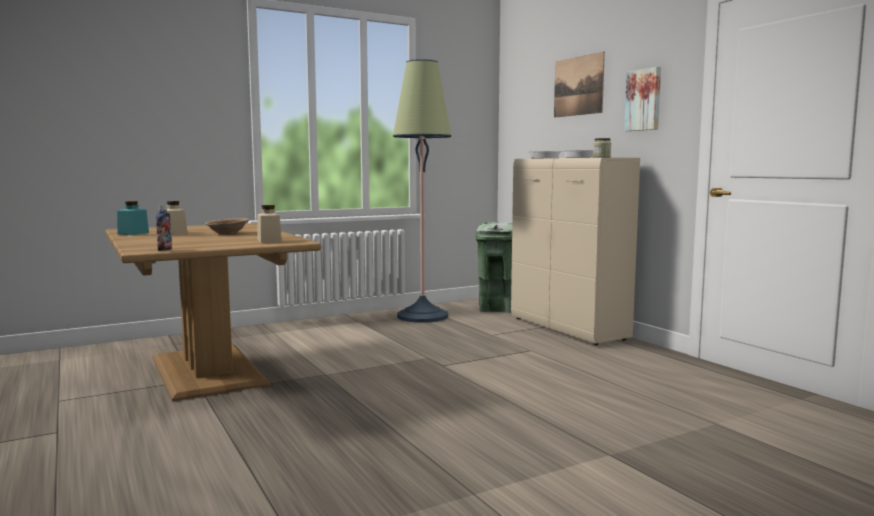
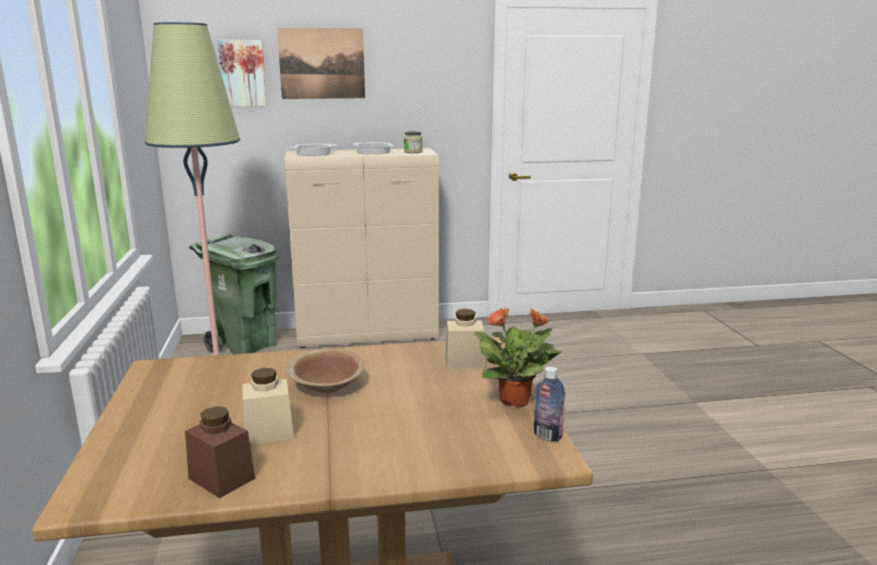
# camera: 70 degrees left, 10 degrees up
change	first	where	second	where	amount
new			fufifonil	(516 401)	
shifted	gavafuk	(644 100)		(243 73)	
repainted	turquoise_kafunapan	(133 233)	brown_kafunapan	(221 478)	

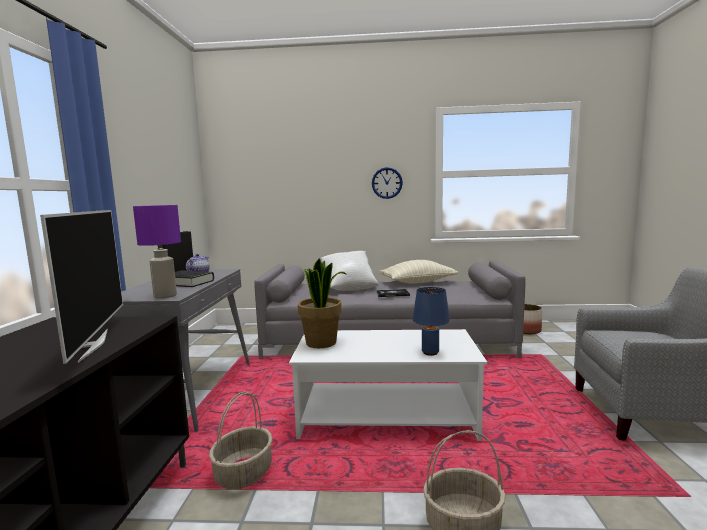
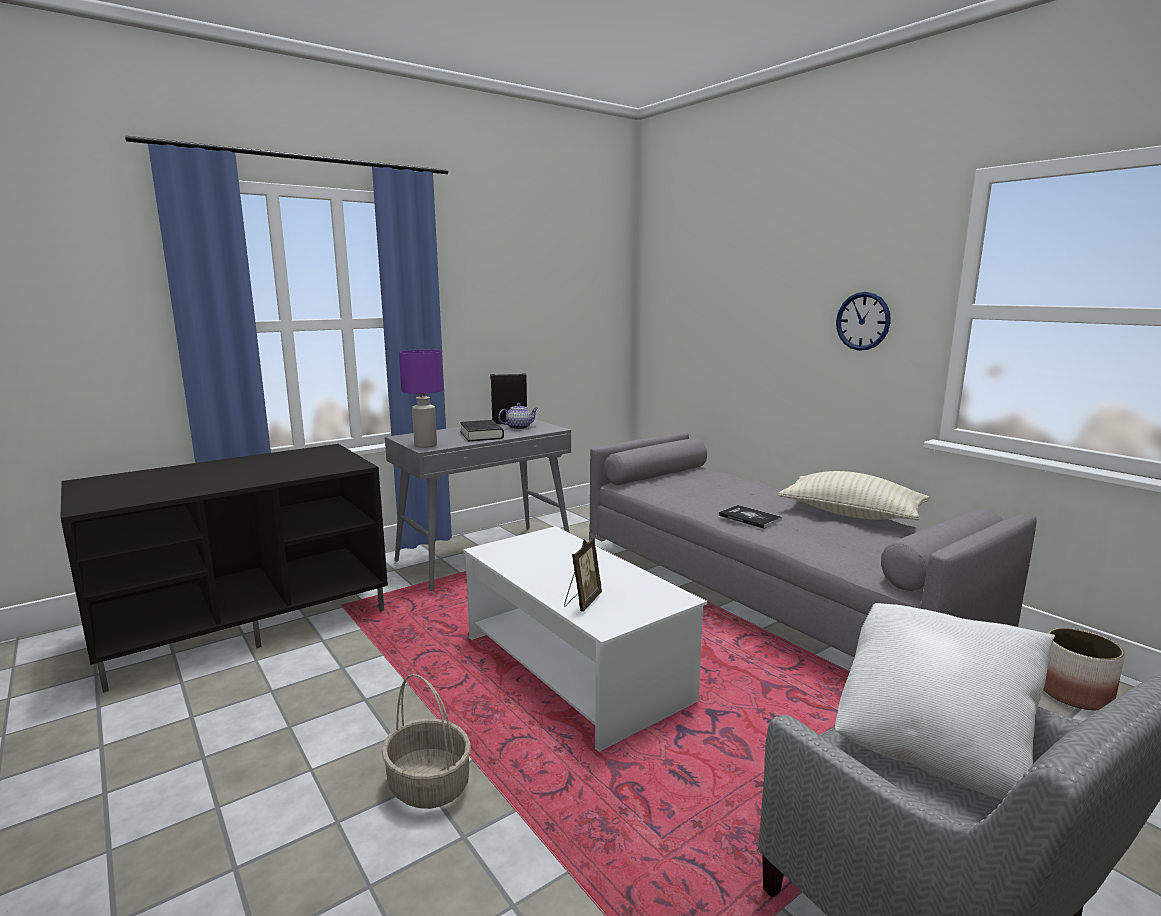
# camera: 50 degrees right, 5 degrees up
change	first	where	second	where	amount
gone	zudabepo	(92 345)			
gone	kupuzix	(243 473)			
gone	fufifonil	(322 343)			
shifted	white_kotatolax	(348 288)		(933 743)	
swapped	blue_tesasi	(430 352)	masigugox	(582 602)	

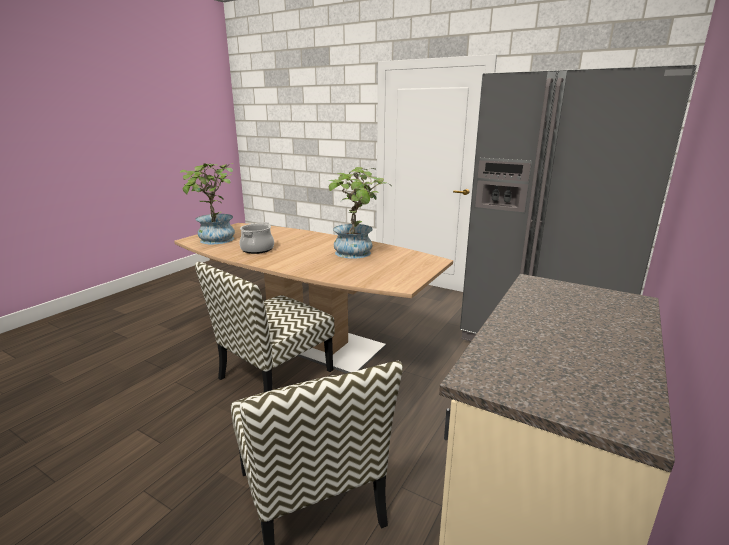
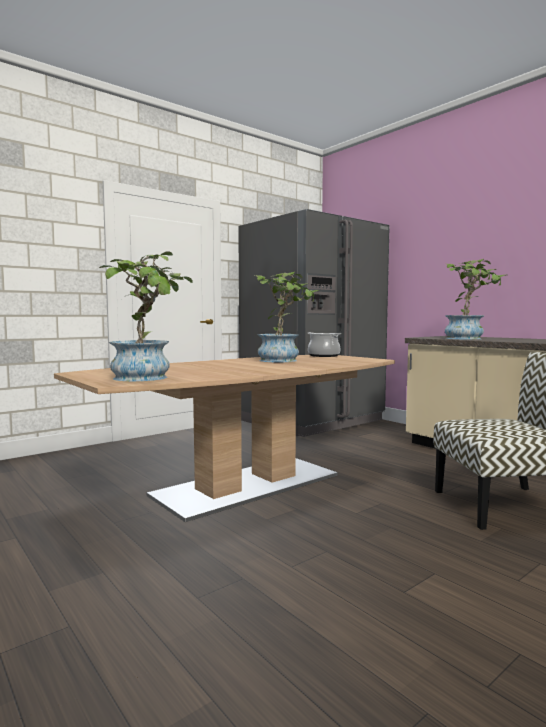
# camera: 70 degrees left, 15 degrees down
change	first	where	second	where	amount
gone	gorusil	(275 375)			
new			fufifonil	(469 338)	
shifted	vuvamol	(257 249)		(323 355)	

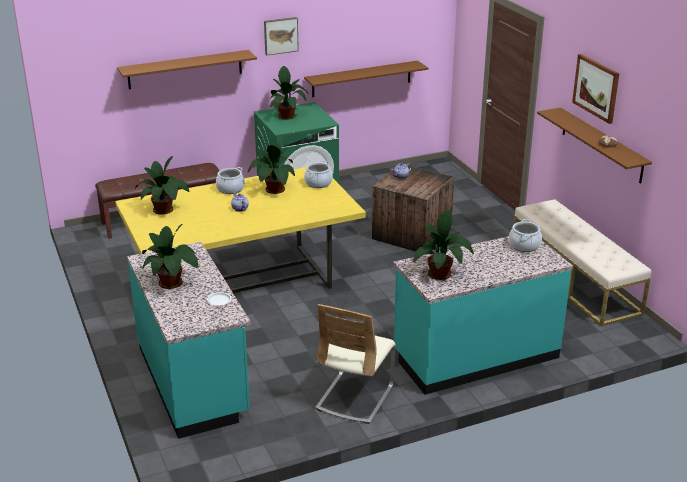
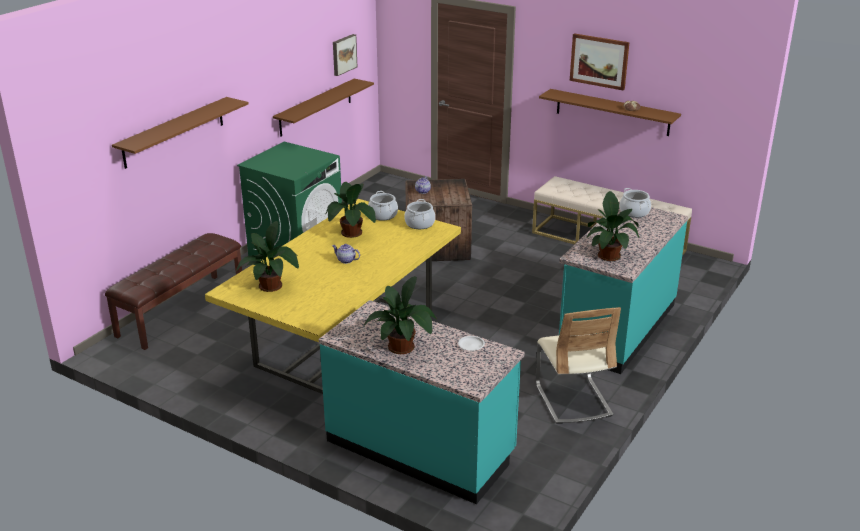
# camera: 35 degrees left, 0 degrees up
change	first	where	second	where	amount
gone	fufifonil	(287 115)			
shifted	vuvamol	(230 189)		(420 224)	
shifted	gavafuk	(280 35)		(343 54)	

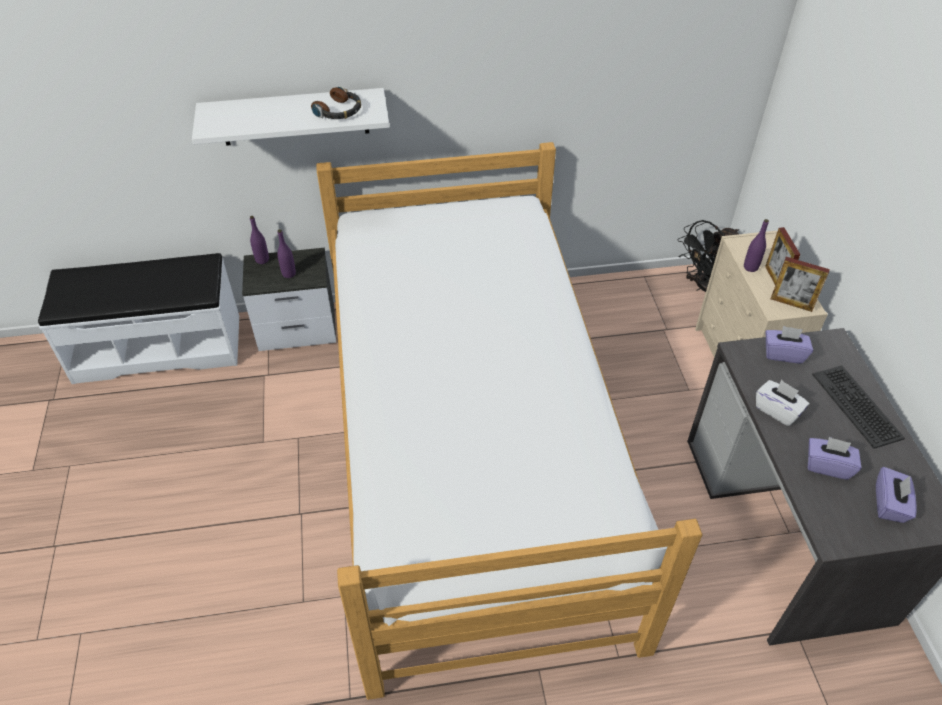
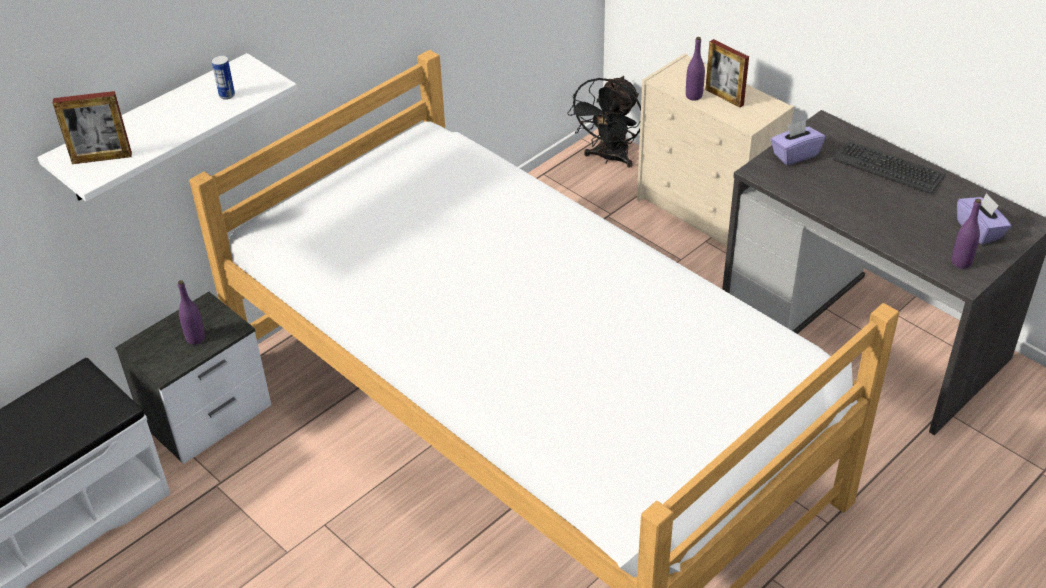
# camera: 35 degrees left, 5 degrees down
change	first	where	second	where	amount
gone	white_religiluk	(777 410)			
gone	purple_religiluk	(827 465)			
shifted	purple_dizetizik	(262 260)		(961 262)	
shifted	masigugox	(791 303)		(102 158)	
swapped	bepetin	(339 111)	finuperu	(227 95)	

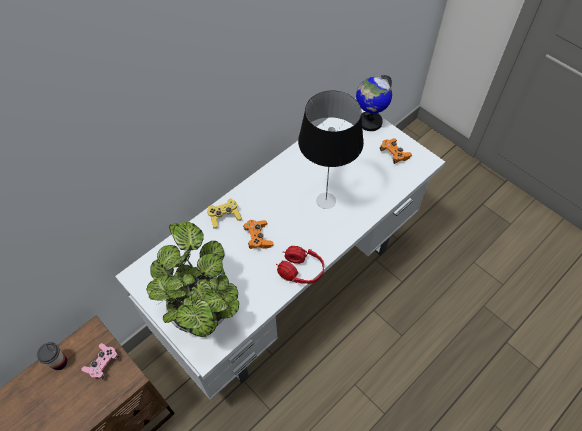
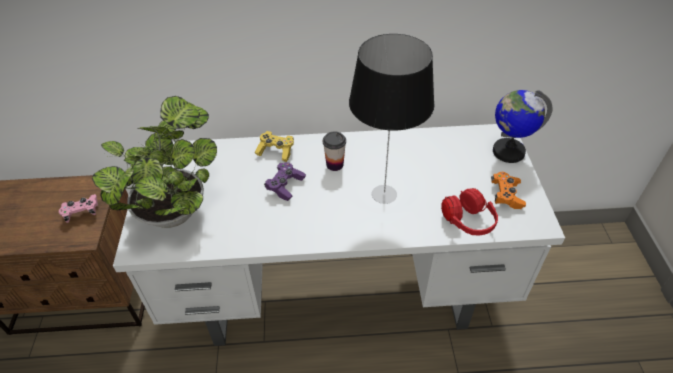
# camera: 40 degrees right, 10 degrees down
change	first	where	second	where	amount
shifted	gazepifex	(59 362)		(334 165)	
shifted	red_bepetin	(300 271)		(467 222)	
repainted	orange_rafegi	(258 238)	purple_rafegi	(285 186)	

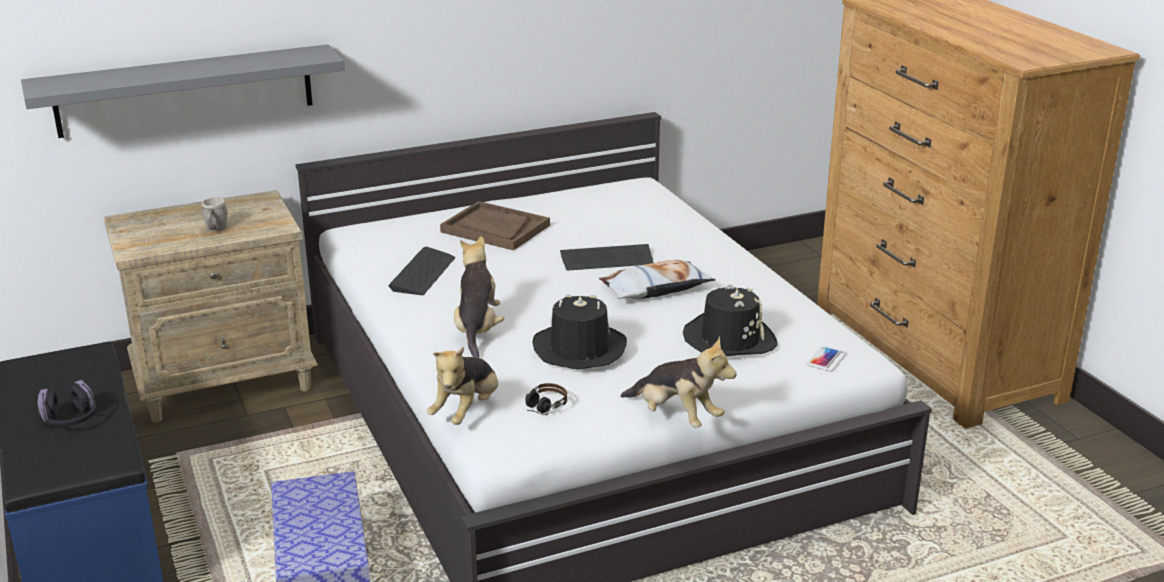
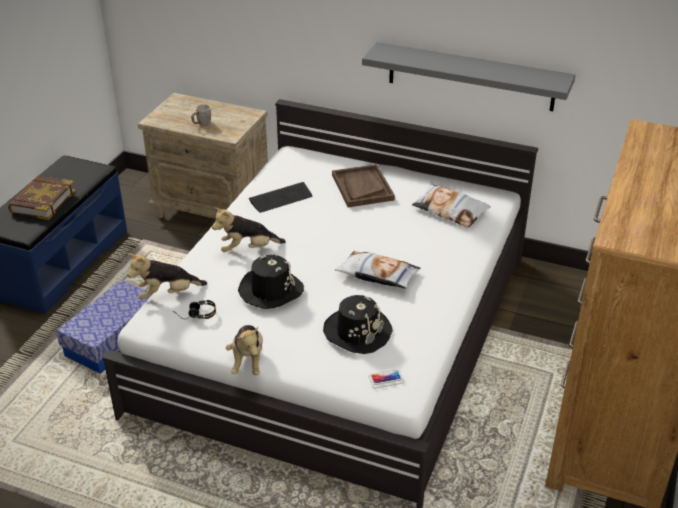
# camera: 45 degrees right, 10 degrees up
change	first	where	second	where	amount
gone	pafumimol	(606 259)			
new			kotatolax	(450 210)	
shifted	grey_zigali	(185 91)		(471 77)	
swapped	bepetin	(71 420)	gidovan	(42 202)	
rotated	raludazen	(477 330)		(248 249)	150 degrees counterclockwise

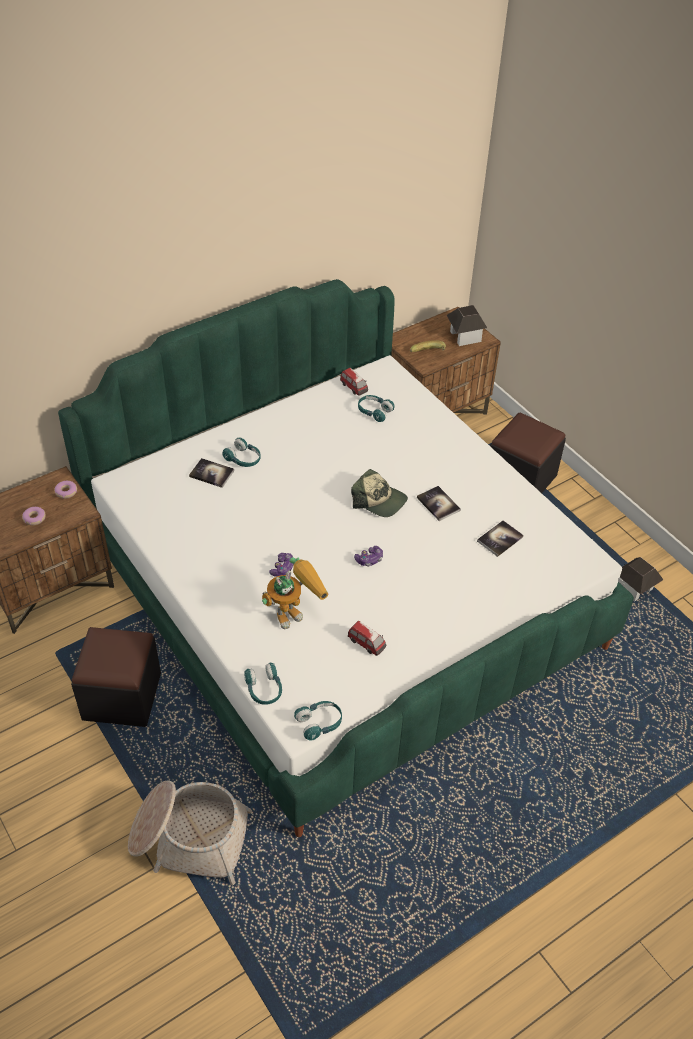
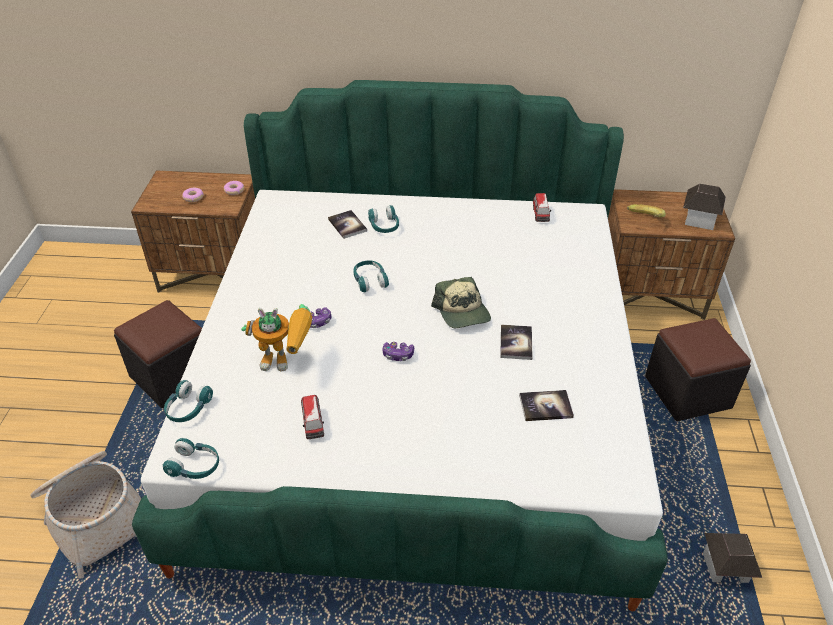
# camera: 40 degrees right, 5 degrees down
change	first	where	second	where	amount
shifted	turquoise_bepetin	(374 412)		(370 281)	

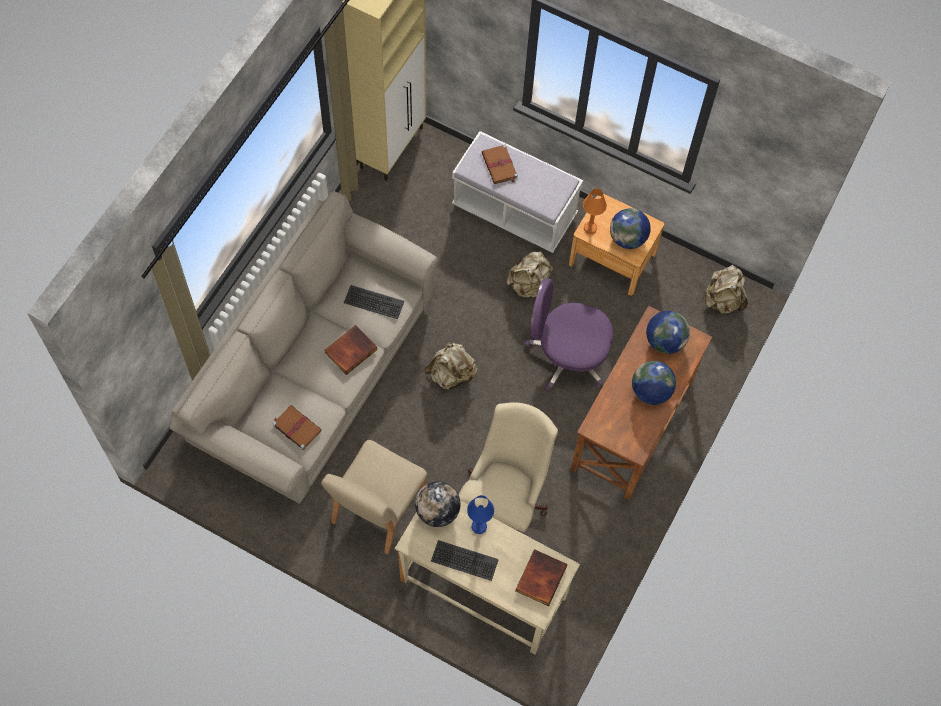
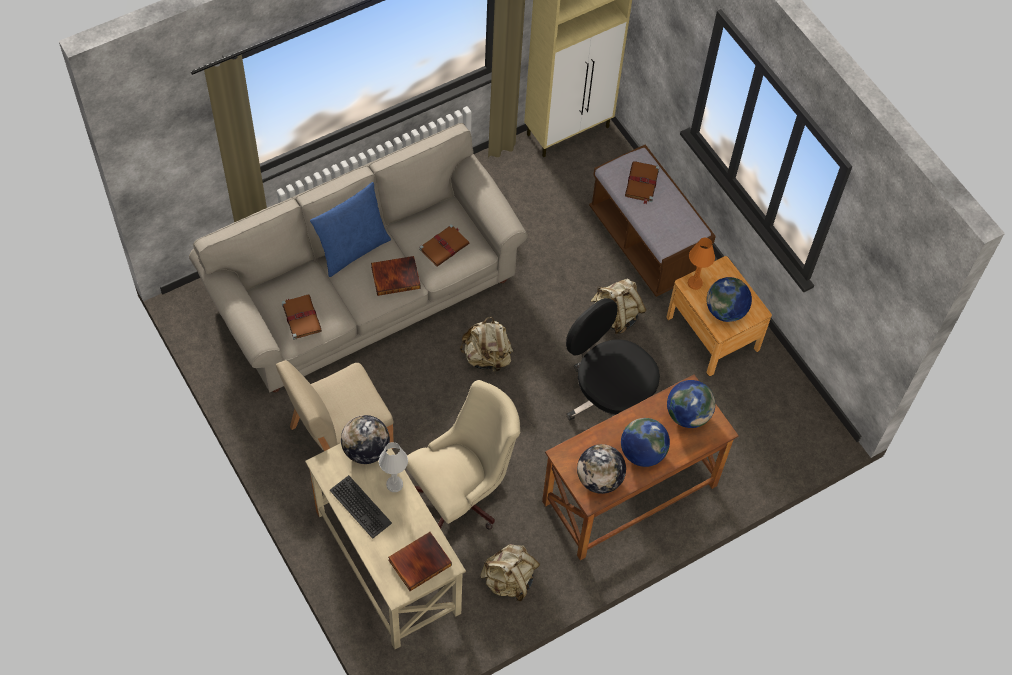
# camera: 30 degrees right, 5 degrees down
change	first	where	second	where	amount
new			blue_kotatolax	(352 249)	
new			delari	(599 479)	
shifted	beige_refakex	(722 300)		(509 580)	
swapped	pafumimol	(373 302)	brown_gidovan	(444 246)	
repainted	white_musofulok	(514 211)	brown_musofulok	(646 243)	
repainted	blue_tesasi	(479 526)	white_tesasi	(394 484)	
repainted	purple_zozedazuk	(567 356)	black_zozedazuk	(609 397)	

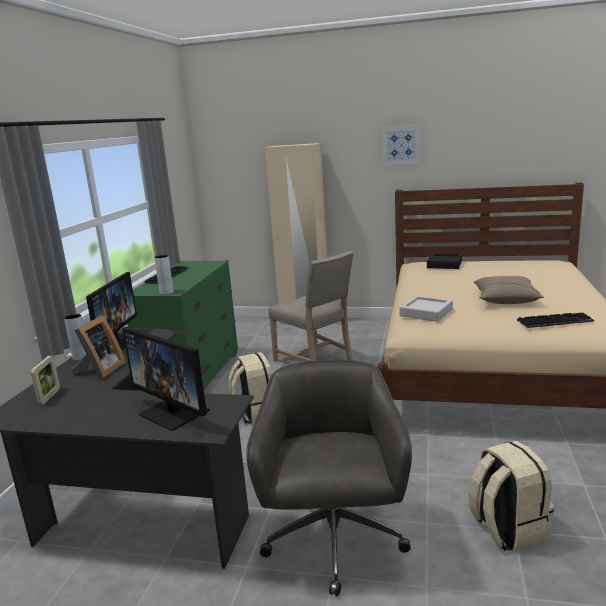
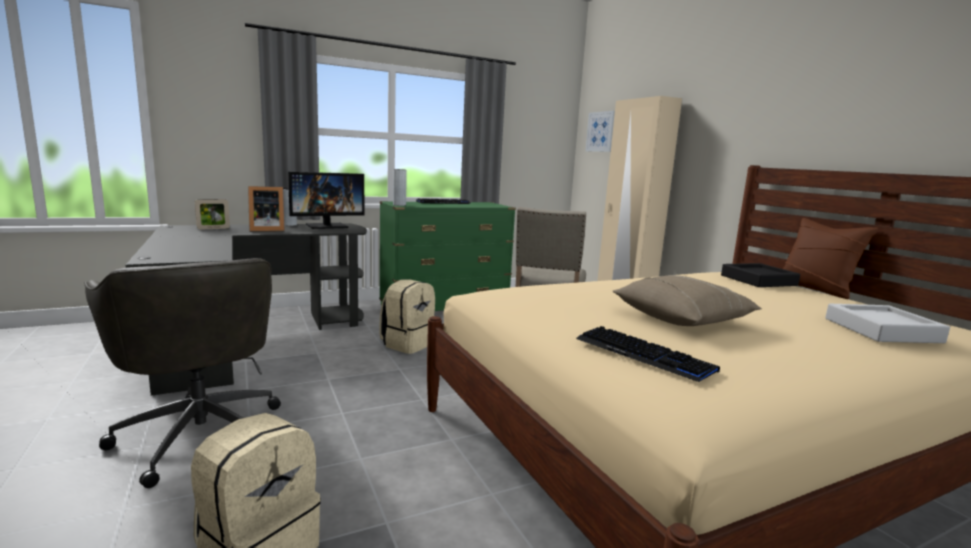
# camera: 50 degrees right, 5 degrees down
change	first	where	second	where	amount
gone	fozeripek	(174 412)			
new			brown_kotatolax	(815 289)	
shifted	gavafuk	(401 144)		(601 131)	
shifted	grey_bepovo	(426 312)		(881 330)	
rotated	grey_zozedazuk	(334 541)		(201 433)	90 degrees clockwise

